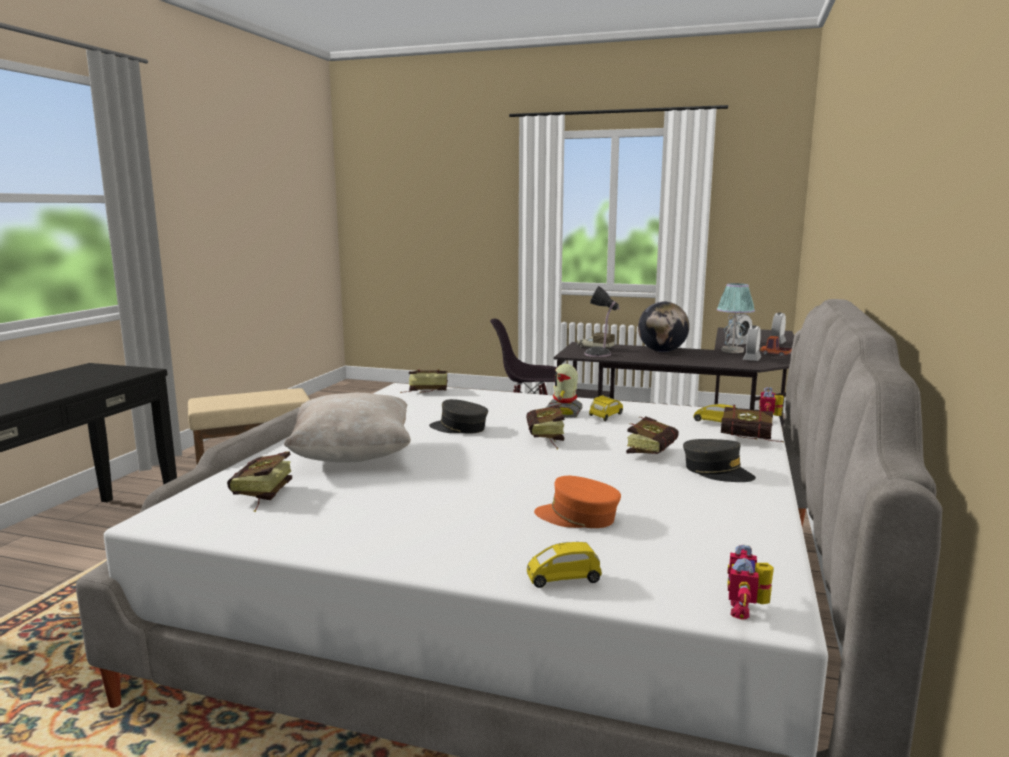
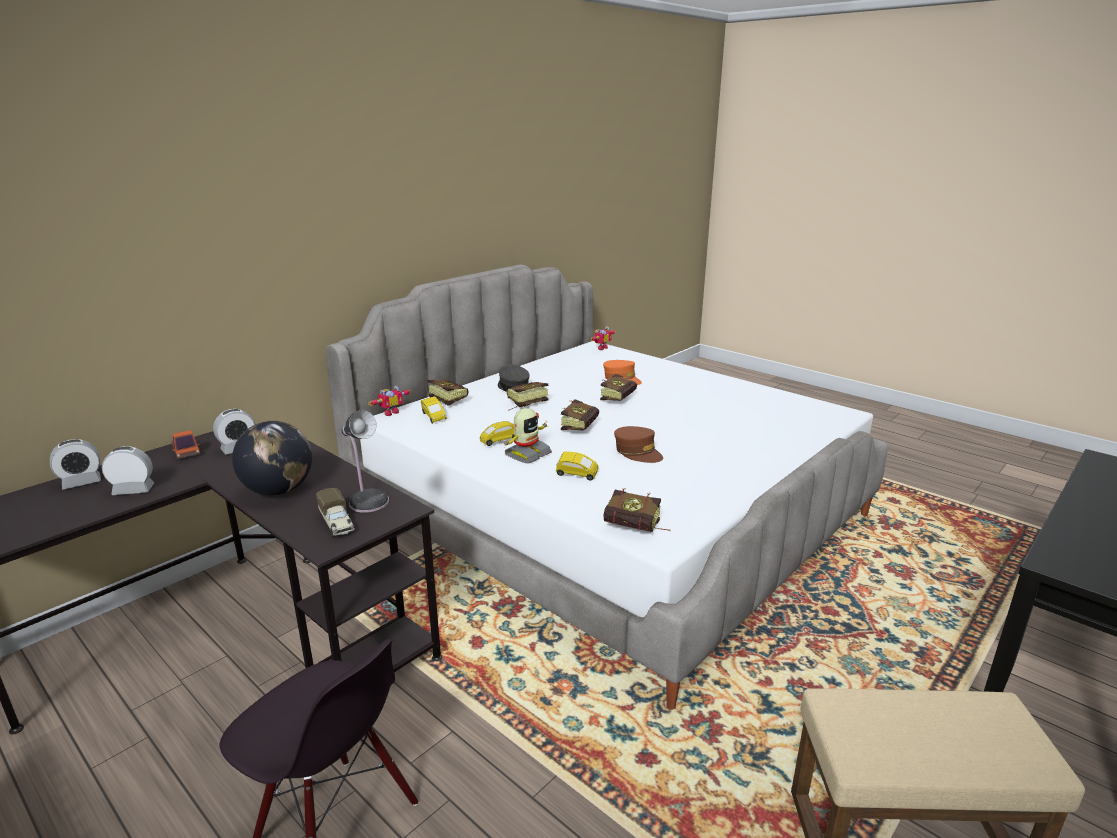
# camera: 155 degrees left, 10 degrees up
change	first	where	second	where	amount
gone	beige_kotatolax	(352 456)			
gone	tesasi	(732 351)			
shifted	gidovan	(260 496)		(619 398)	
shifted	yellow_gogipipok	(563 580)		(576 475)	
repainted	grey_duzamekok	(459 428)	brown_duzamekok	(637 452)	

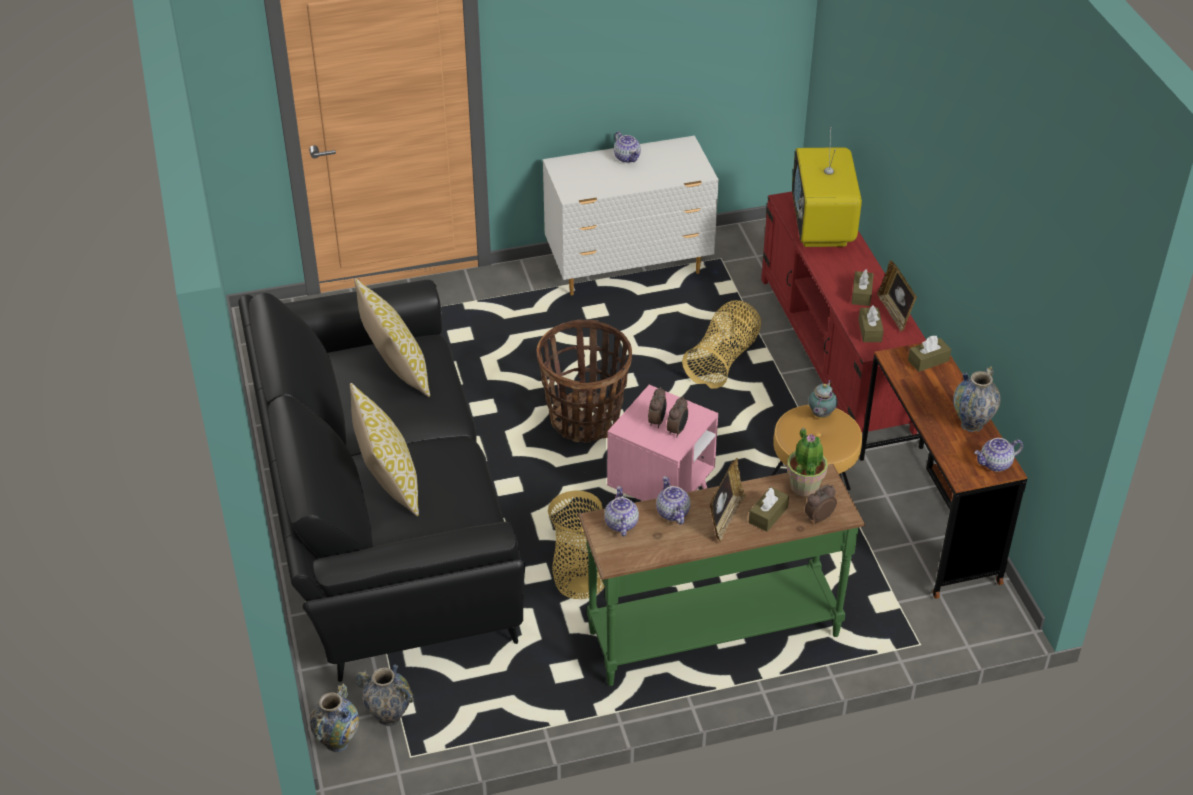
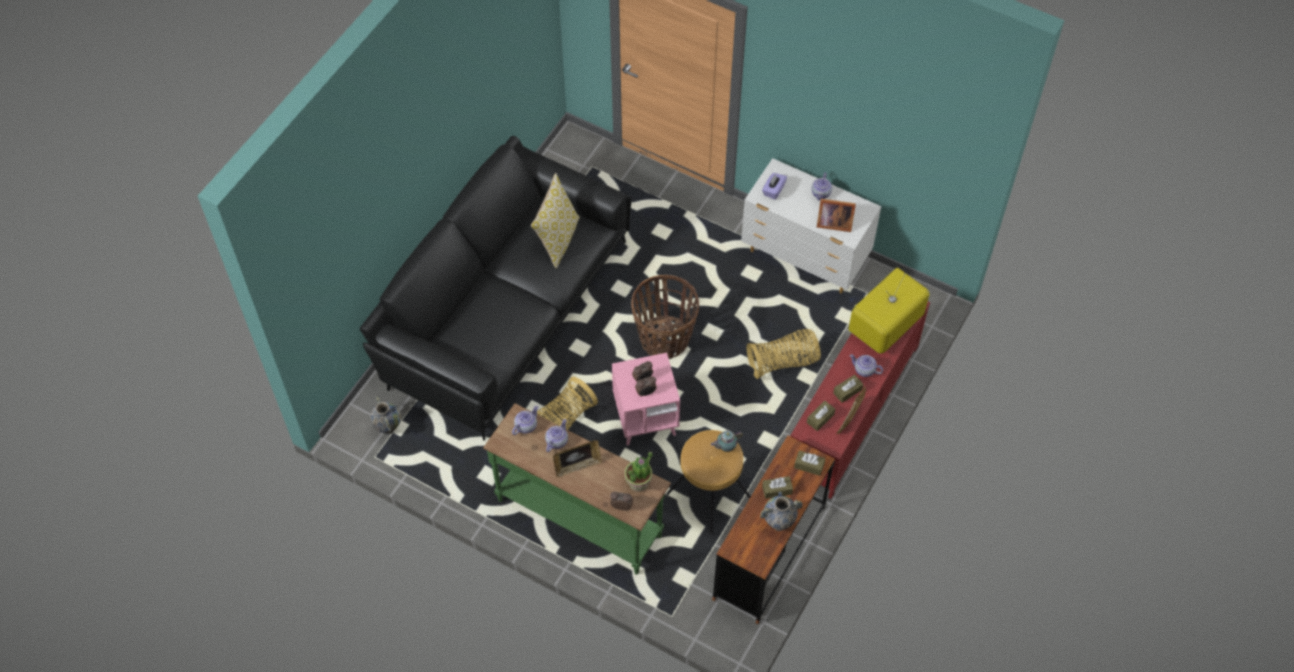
# camera: 45 degrees right, 15 degrees up
change	first	where	second	where	amount
gone	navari	(337 742)			
gone	kotatolax	(388 484)			
new			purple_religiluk	(773 190)	
new			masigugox	(833 222)	
shifted	brown_religiluk	(768 515)		(777 490)	
shifted	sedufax	(995 464)		(864 370)	

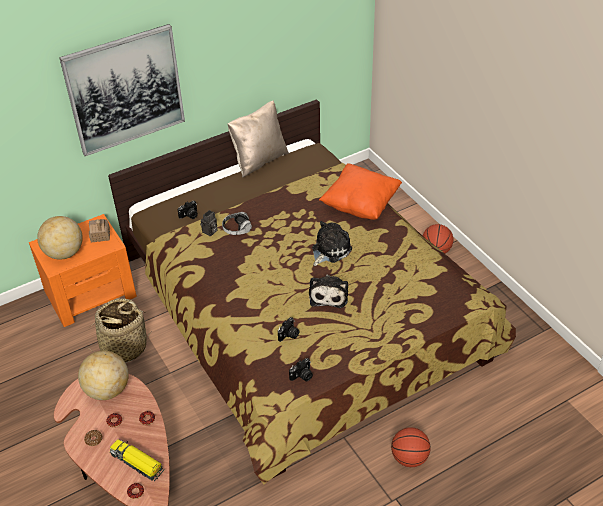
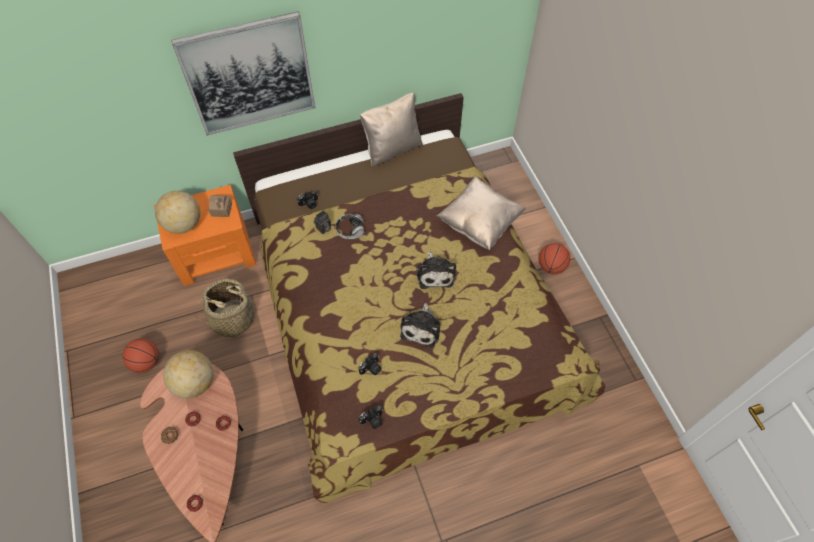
# camera: 10 degrees right, 15 degrees up
change	first	where	second	where	amount
gone	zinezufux	(137 463)			
shifted	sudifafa	(409 458)		(146 362)	
repainted	orange_kotatolax	(360 205)	beige_kotatolax	(479 223)	
rotated	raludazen	(329 250)		(435 273)	120 degrees clockwise

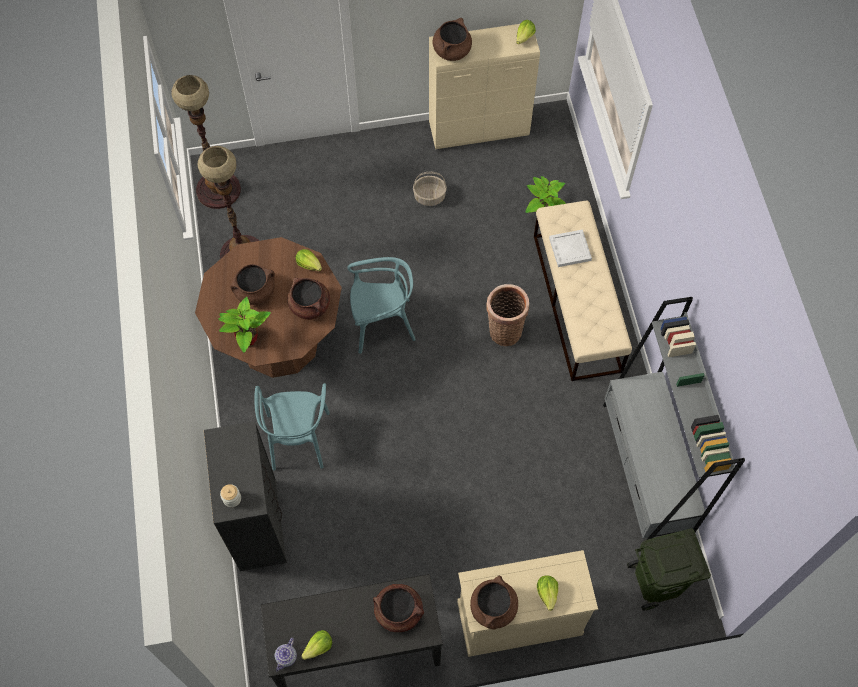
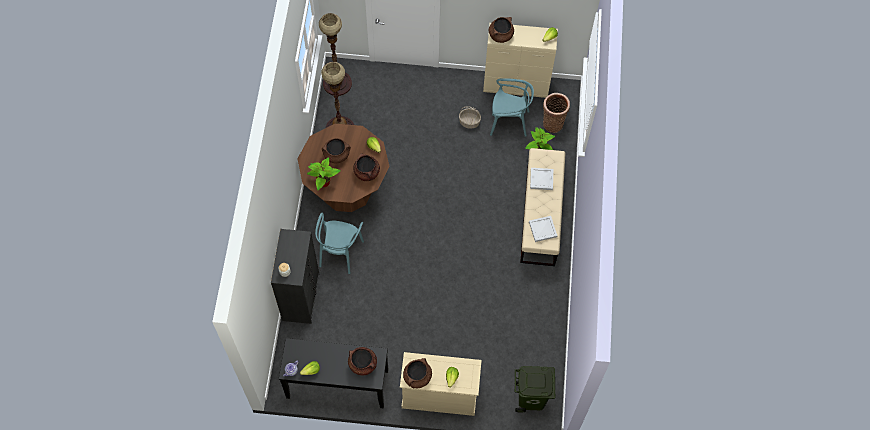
# camera: 15 degrees right, 0 degrees up
change	first	where	second	where	amount
gone	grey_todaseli	(645 470)			
new			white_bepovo	(542 229)	
shifted	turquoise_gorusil	(382 323)		(509 121)	
shifted	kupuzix	(504 329)		(553 122)	

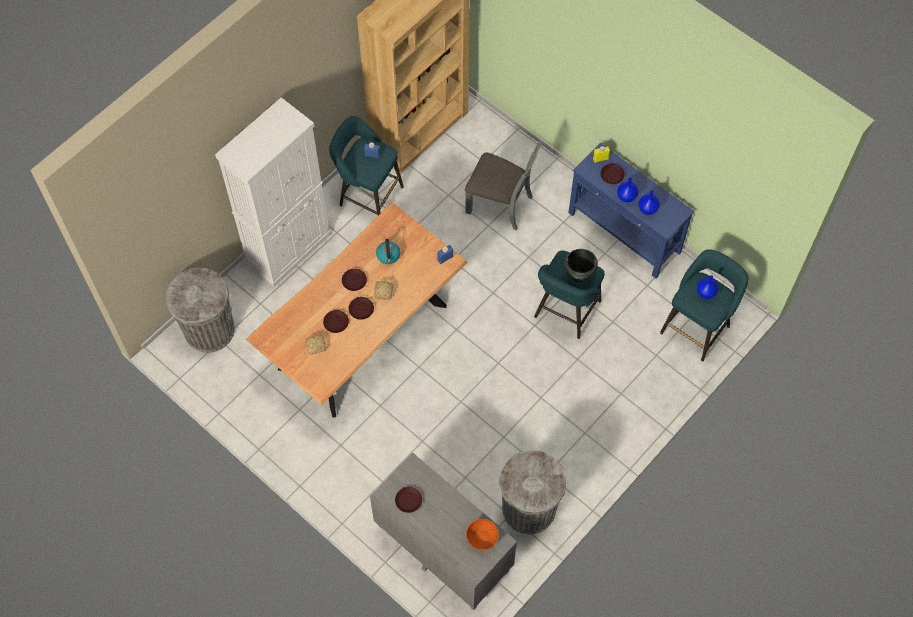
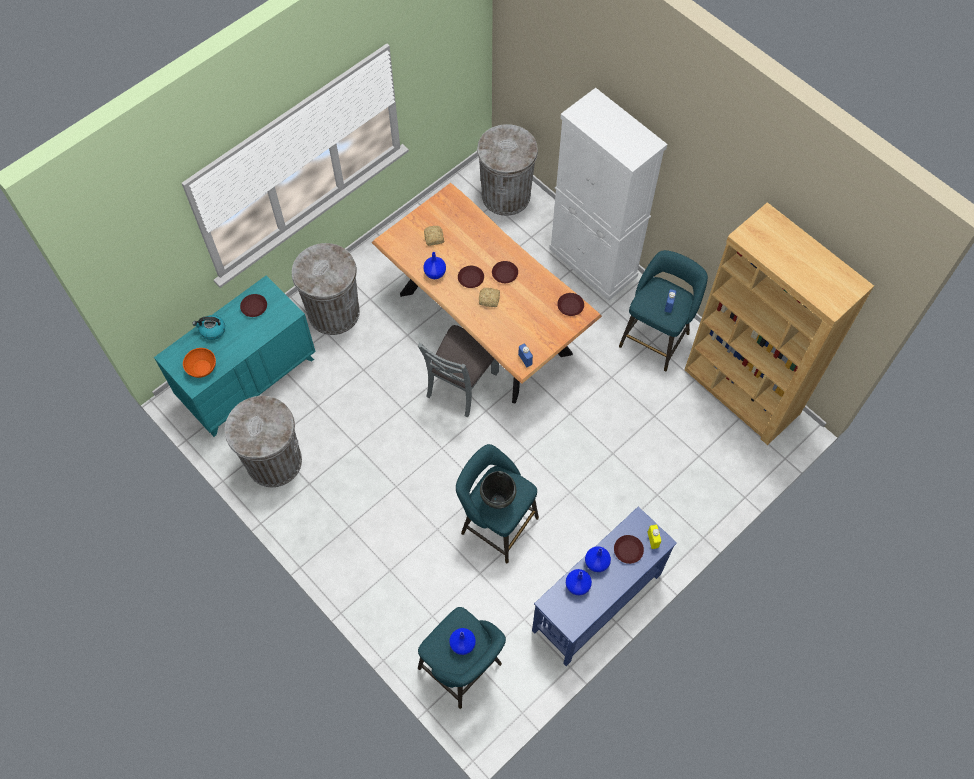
# camera: 95 degrees right, 0 degrees up
change	first	where	second	where	amount
new			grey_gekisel	(334 312)	
new			blue_navari	(435 274)	
shifted	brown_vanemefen	(336 322)		(570 306)	
shifted	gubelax	(388 256)		(212 330)	
shifted	grey_gorusil	(500 204)		(461 384)	
repainted	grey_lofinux	(443 547)	turquoise_lofinux	(249 380)	

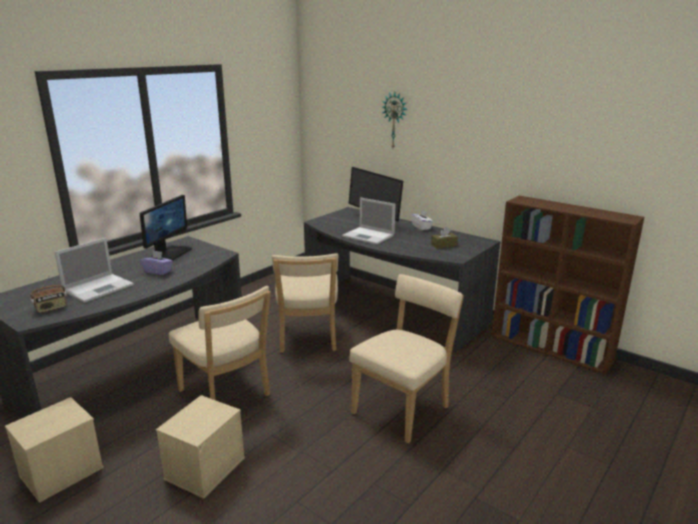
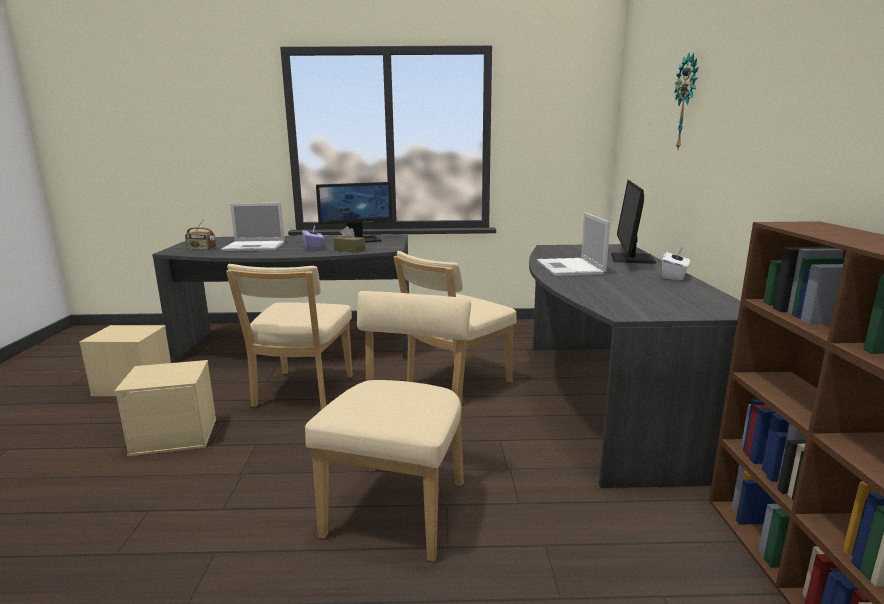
# camera: 50 degrees right, 5 degrees down
change	first	where	second	where	amount
shifted	brown_religiluk	(444 245)		(349 250)	
rotated	beige_gorusil	(404 408)		(400 504)	75 degrees counterclockwise

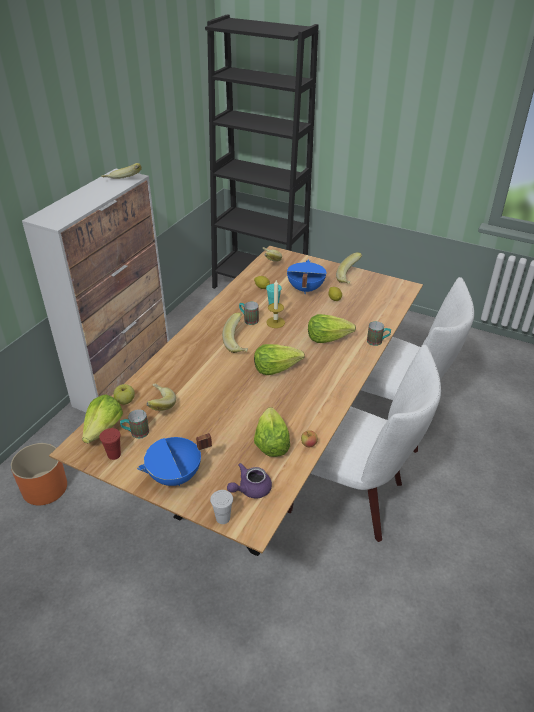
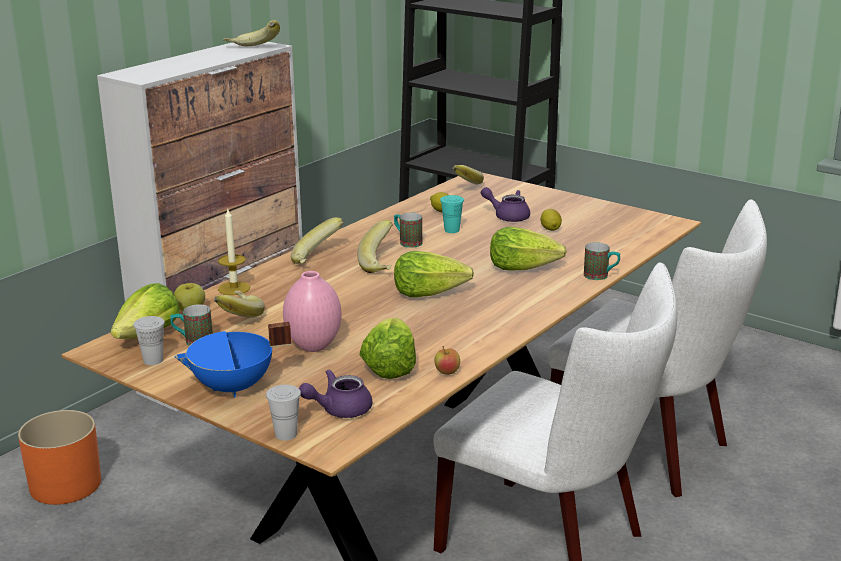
# camera: 10 degrees right, 15 degrees down
change	first	where	second	where	amount
new			pink_navari	(313 346)	
shifted	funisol	(275 322)		(234 288)	
shifted	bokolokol	(350 278)		(318 259)	
swapped	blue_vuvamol	(305 289)	purple_sedufax	(507 216)	
repainted	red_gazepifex	(114 455)	white_gazepifex	(153 360)	

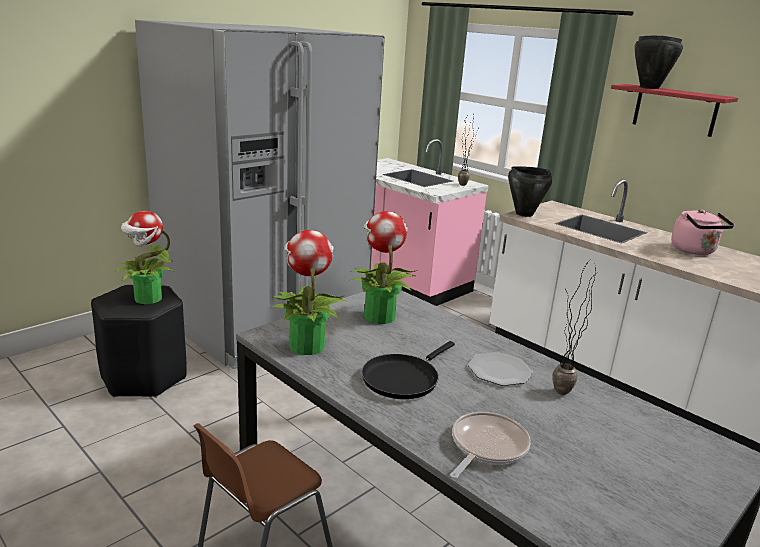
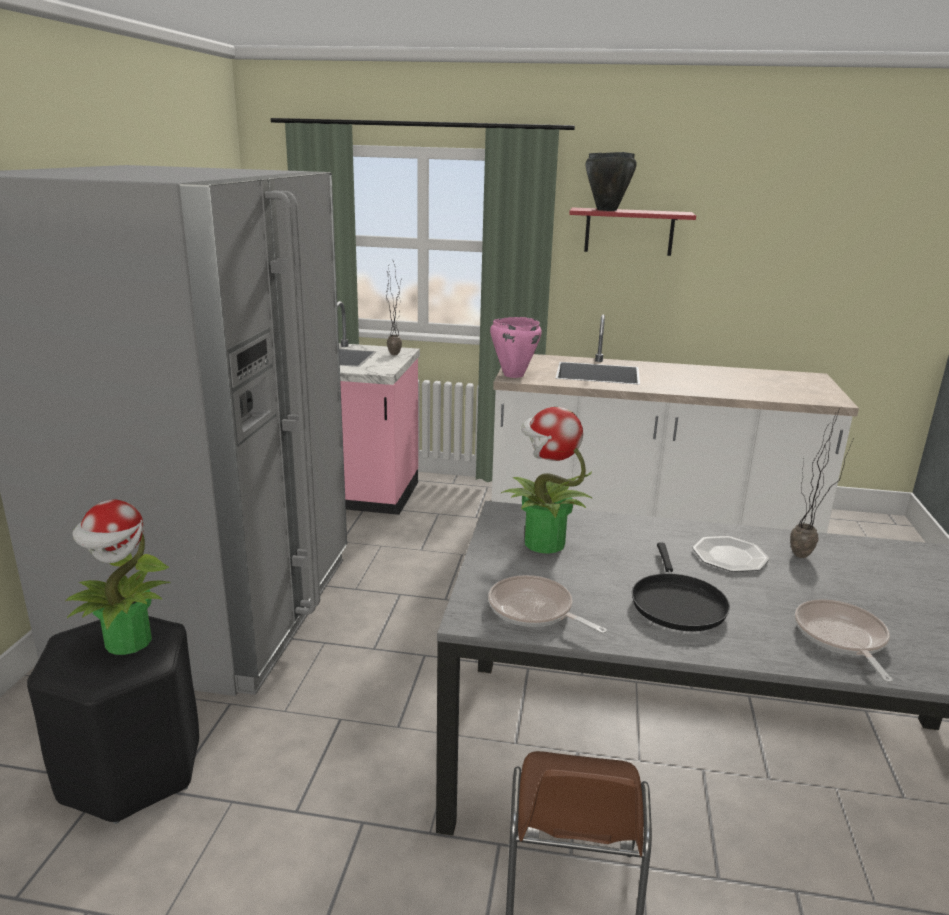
# camera: 35 degrees left, 0 degrees up
change	first	where	second	where	amount
gone	pink_gubelax	(695 251)			
swapped	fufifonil	(306 345)	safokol	(534 610)	
repainted	black_vuvamol	(524 214)	pink_vuvamol	(513 375)	

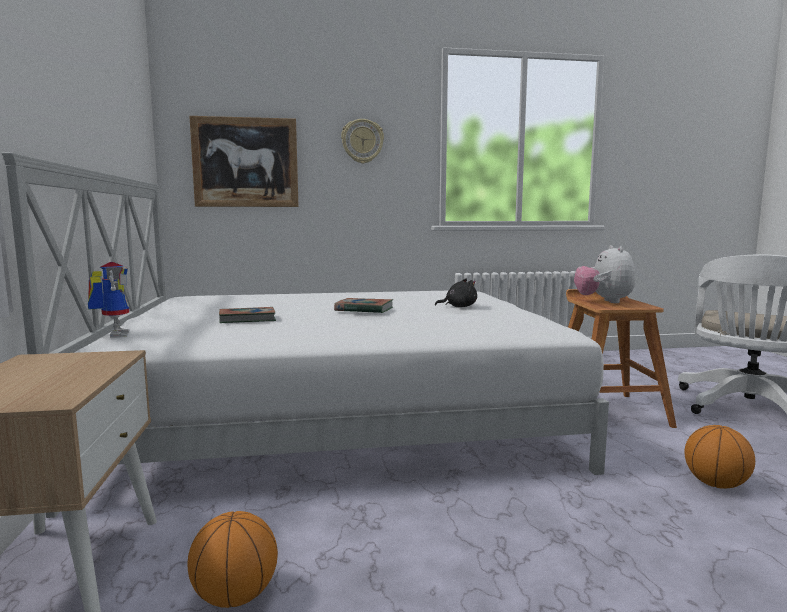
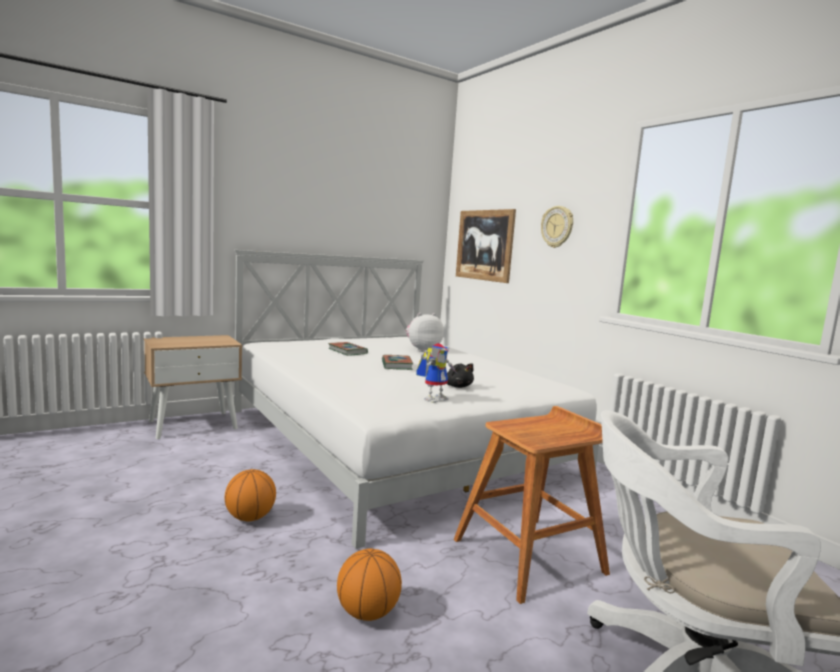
# camera: 65 degrees right, 0 degrees up
change	first	where	second	where	amount
shifted	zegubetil	(114 334)		(434 398)	
shifted	sudifafa	(235 596)		(250 518)	
shifted	raludazen	(603 301)		(422 350)	

